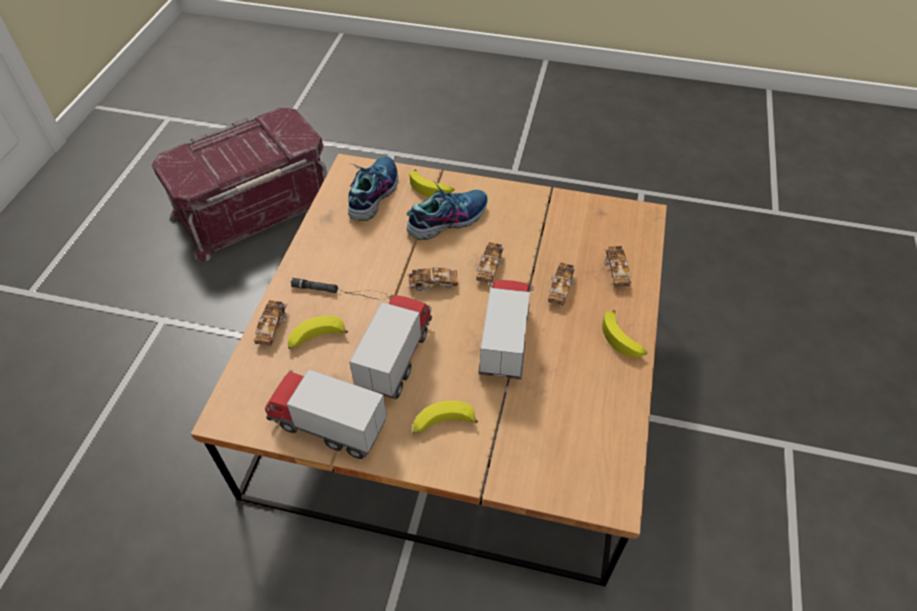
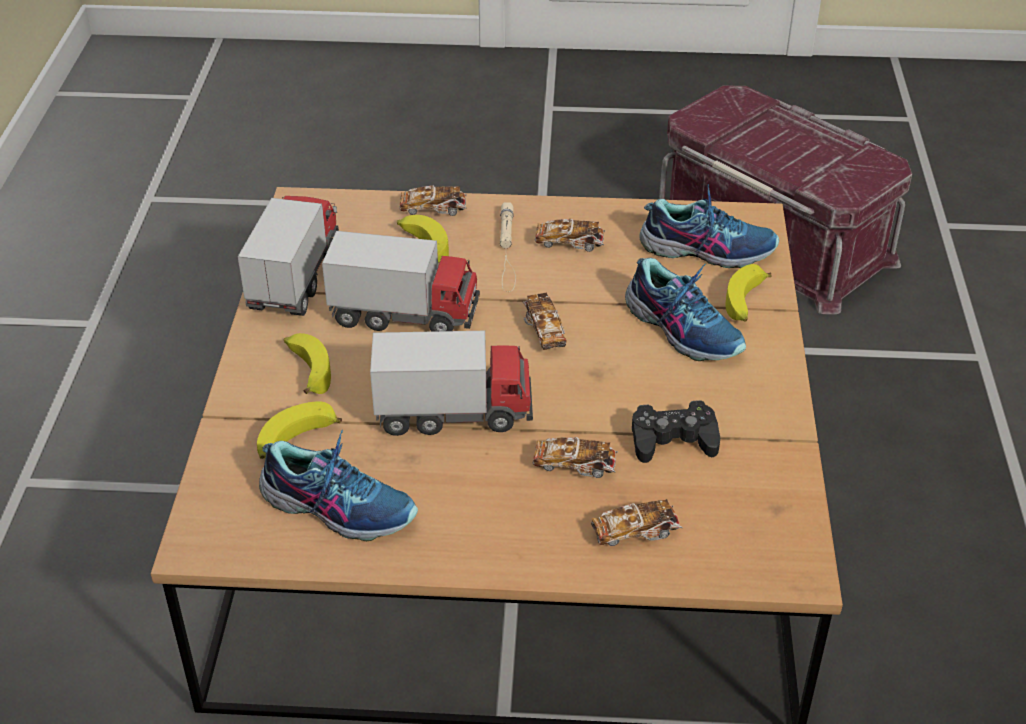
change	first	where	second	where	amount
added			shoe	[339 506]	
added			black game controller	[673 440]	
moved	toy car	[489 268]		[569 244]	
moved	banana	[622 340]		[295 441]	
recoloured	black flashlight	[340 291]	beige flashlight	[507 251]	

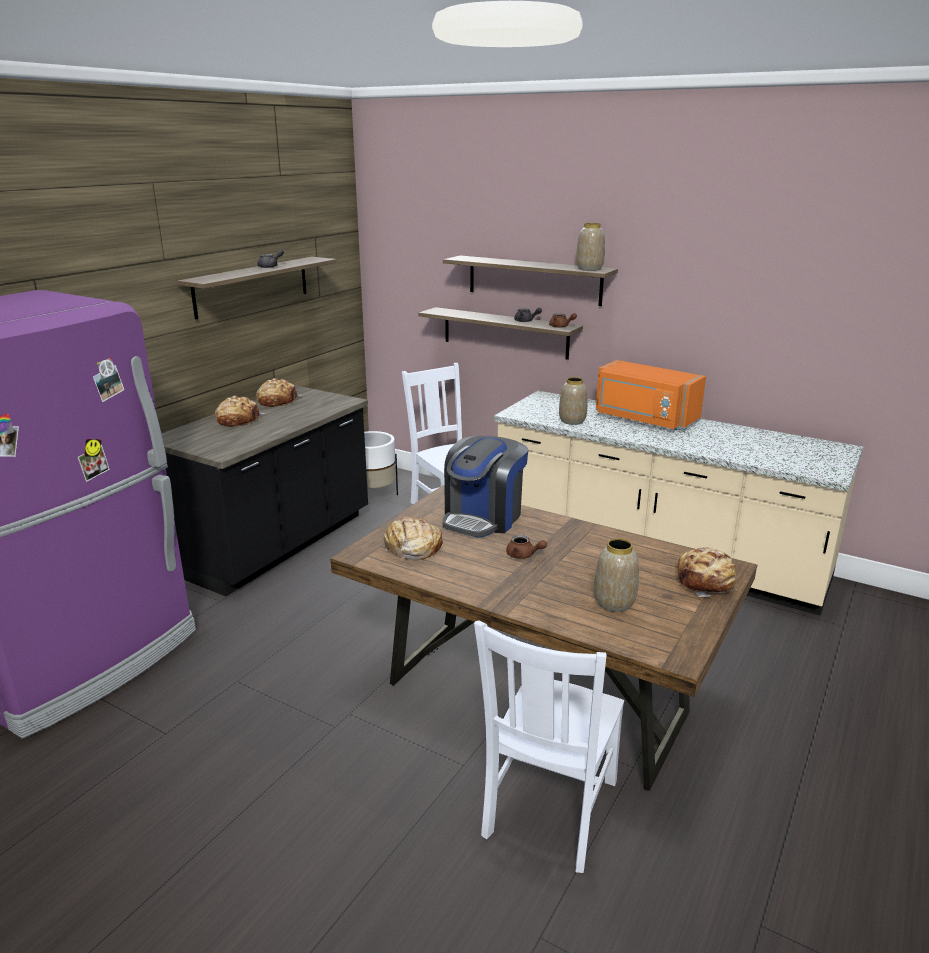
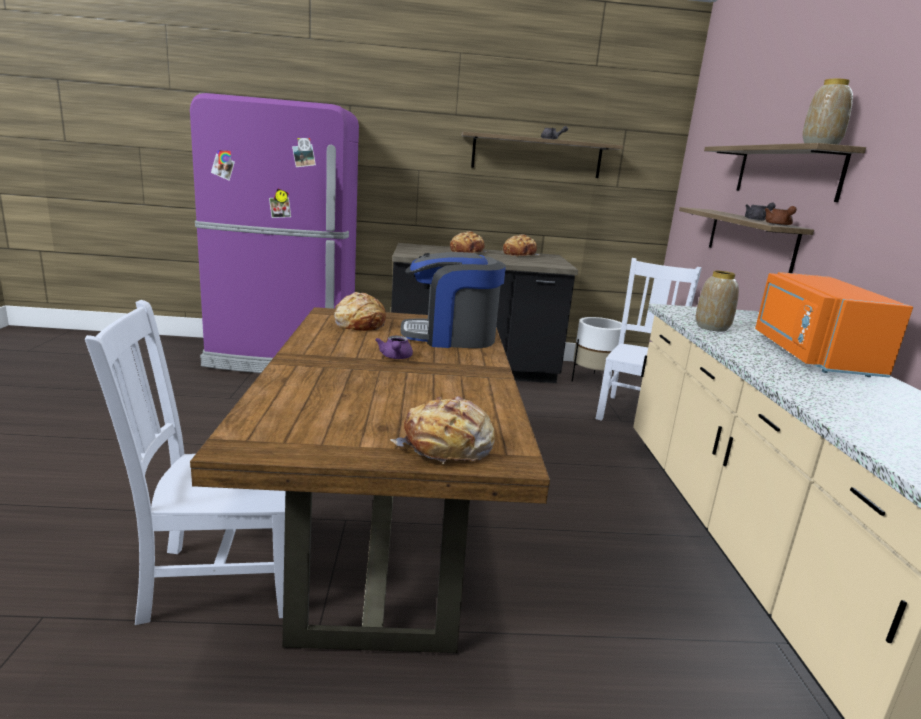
change	first	where	second	where	amount
removed	vase	[614 603]			
recoloured	brown teapot	[523 555]	purple teapot	[395 357]	

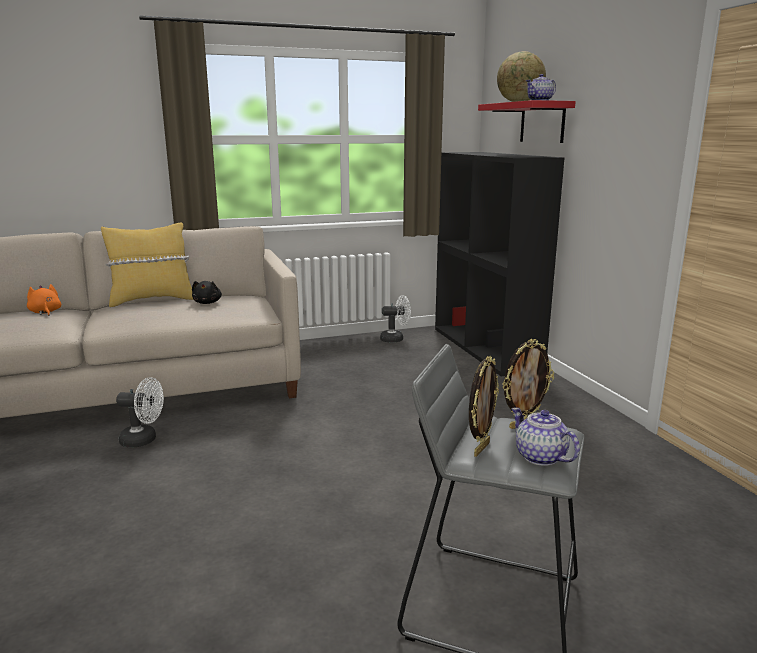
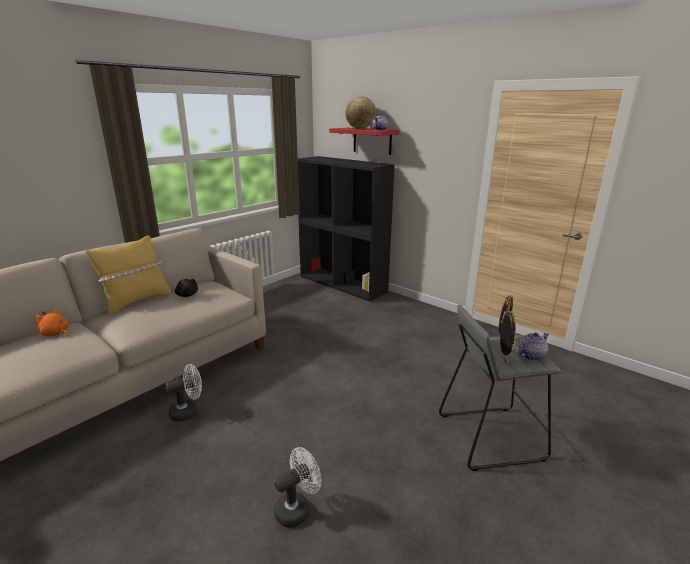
change	first	where	second	where	amount
moved	white fan	[395 339]		[297 508]	
turned	teapot	[539 457]		[531 355]	120 degrees clockwise

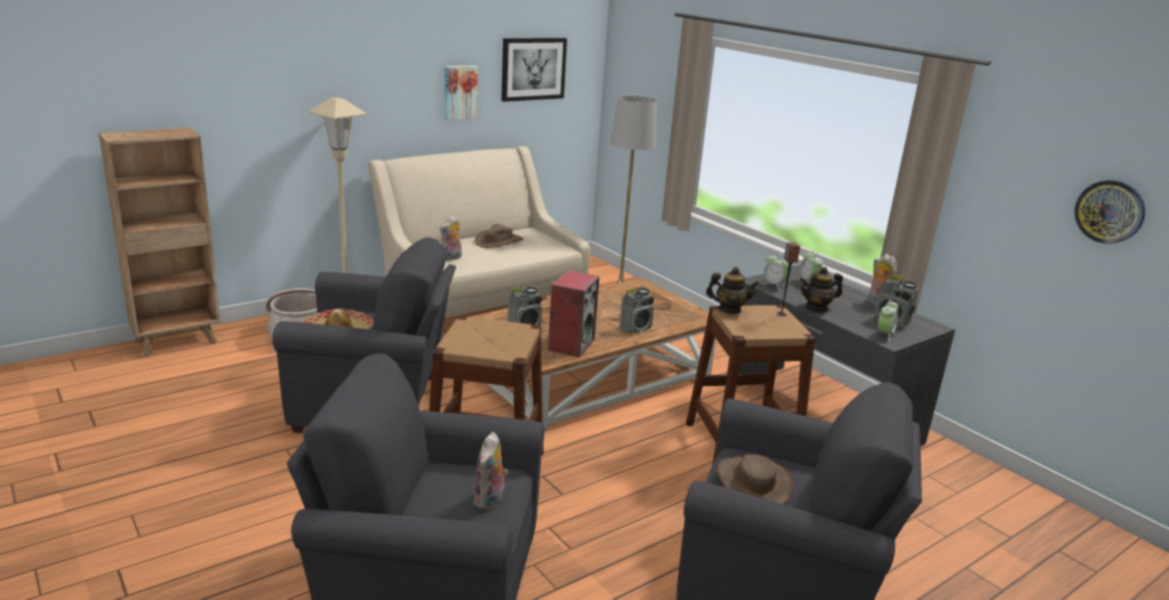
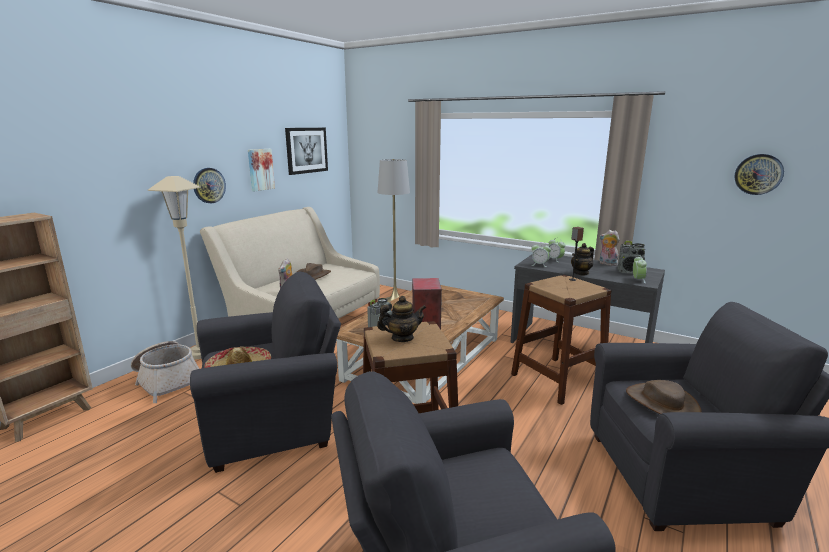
change	first	where	second	where	amount
removed	plush toy	[490 500]			
removed	radio	[636 328]			
added			wall clock	[209 185]	
moved	teapot	[729 310]		[402 338]	

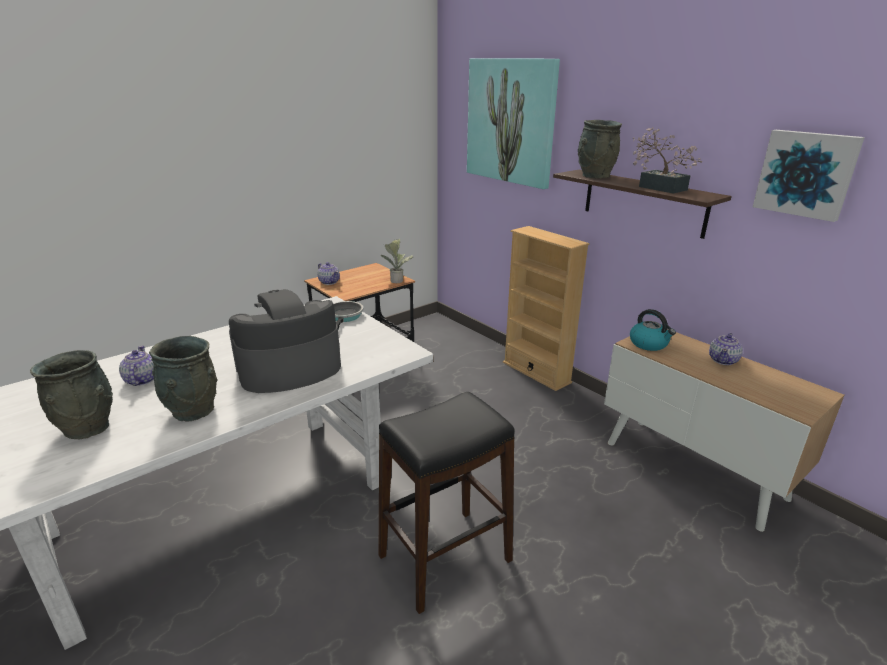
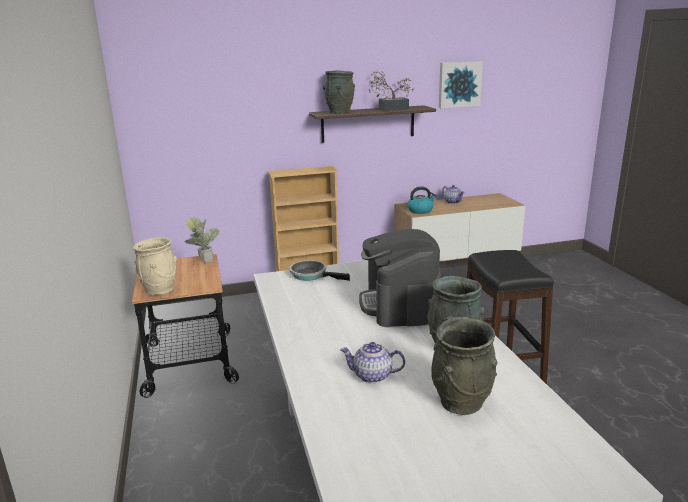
change	first	where	second	where	amount
removed	picture	[511 121]			
replaced	teapot	[329 282]	beige vase	[160 289]	

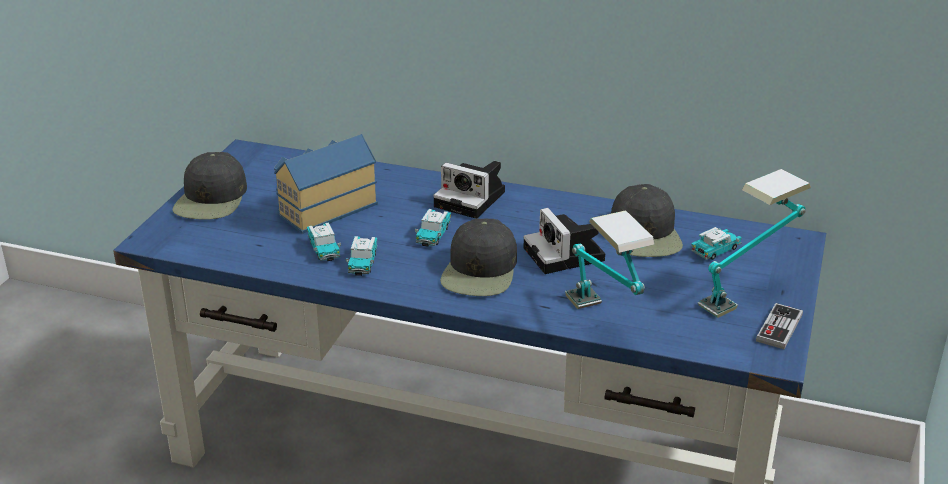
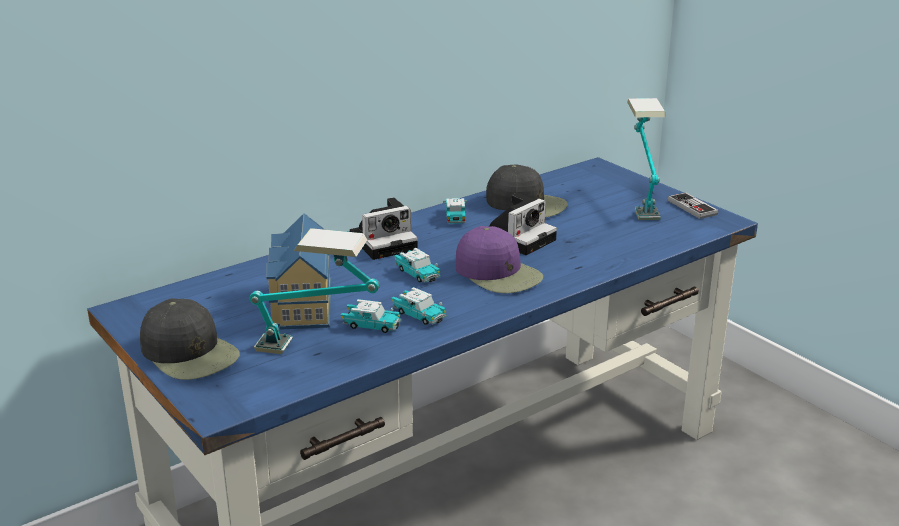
change	first	where	second	where	amount
moved	table lamp	[604 323]		[318 350]	
moved	toy car	[715 250]		[455 217]	
recoloured	black cap	[480 271]	purple cap	[498 273]	
turned	photo camera	[566 255]		[519 237]	60 degrees counterclockwise

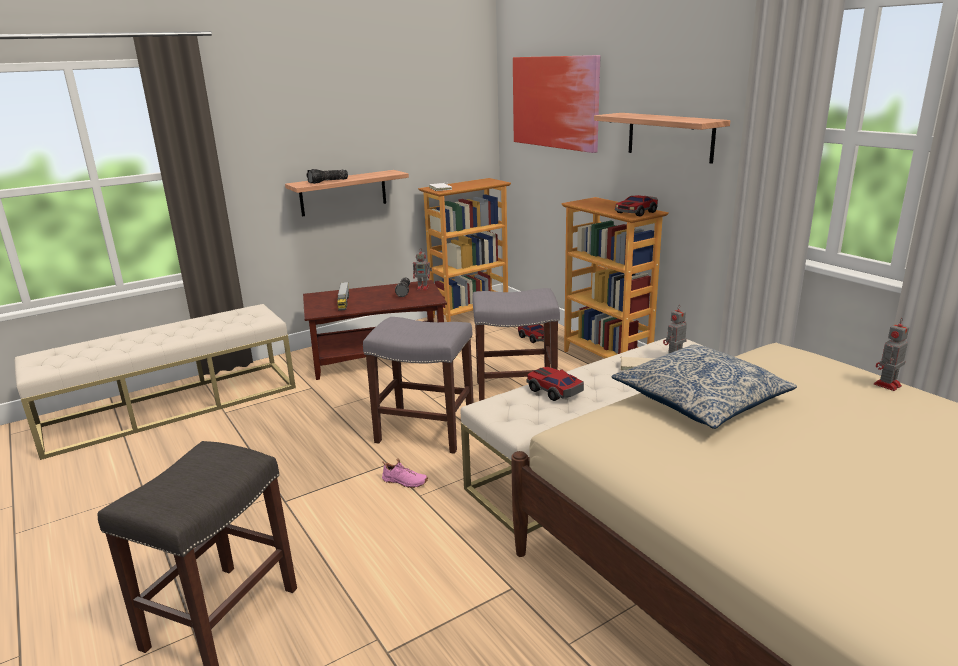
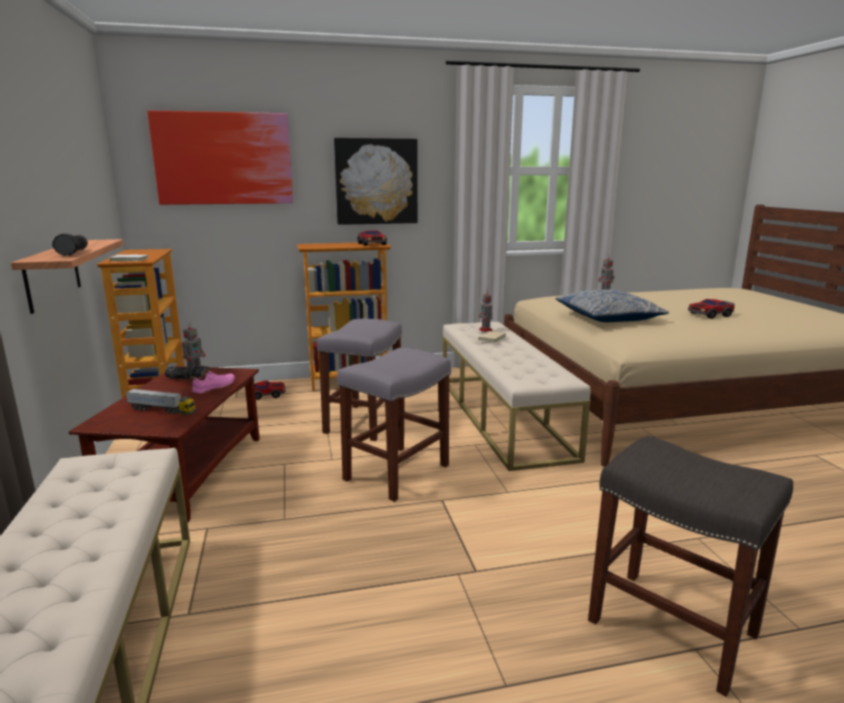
change	first	where	second	where	amount
moved	pink shoe	[404 482]		[215 388]	
moved	toy car	[555 391]		[710 315]	
replaced	shelf	[670 137]	picture	[376 181]	

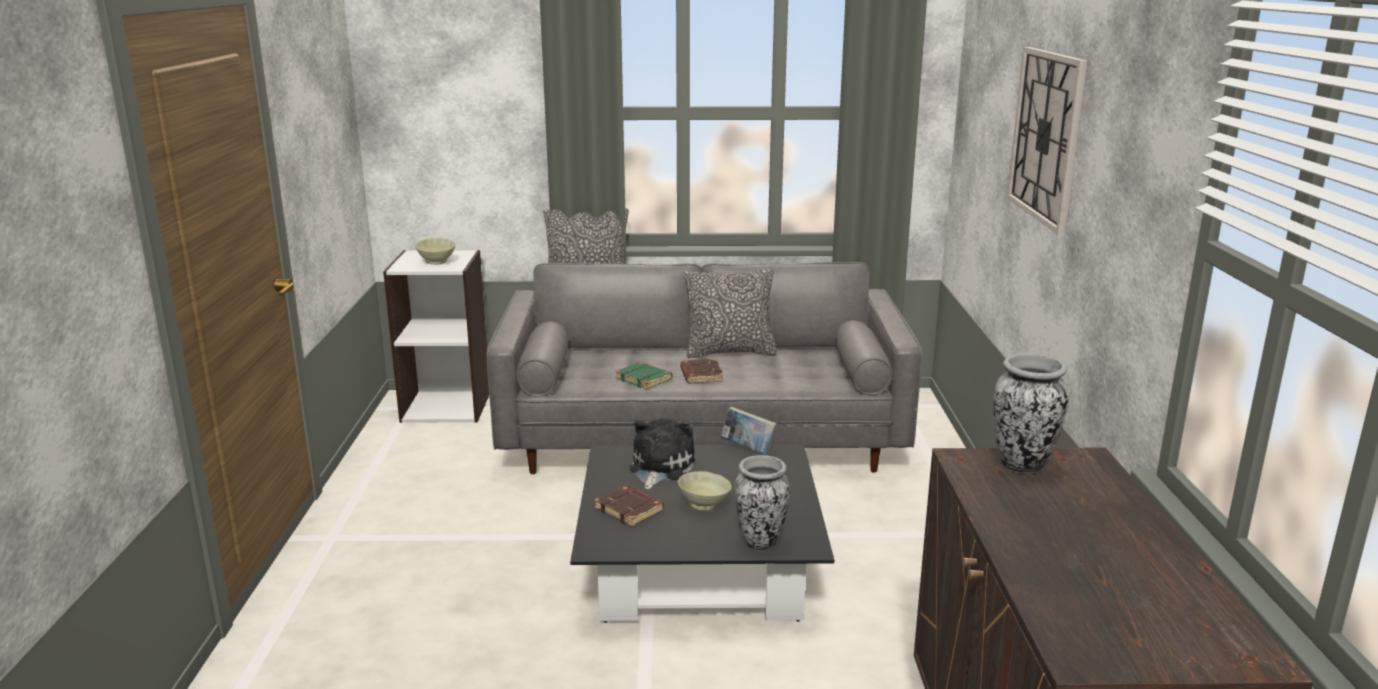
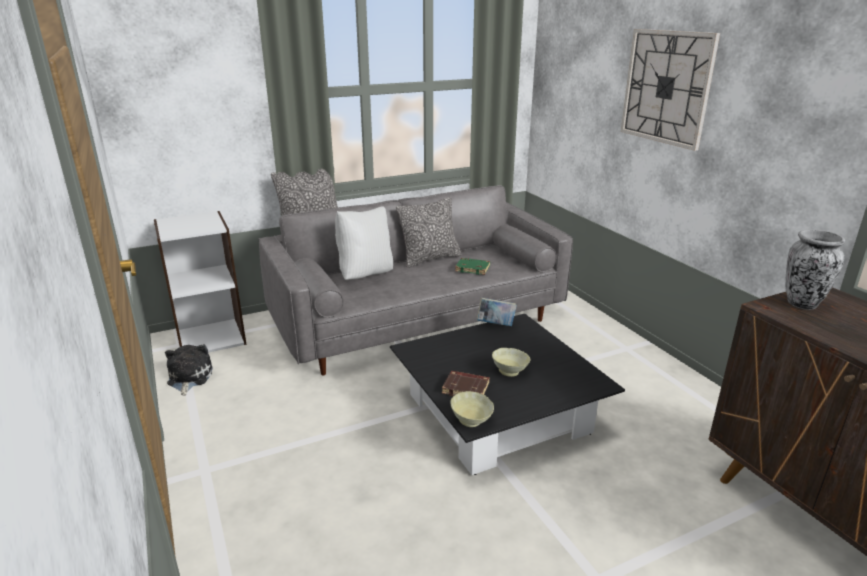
change	first	where	second	where	amount
removed	brown book	[700 375]			
removed	vase	[760 542]			
added			white pillow	[365 274]	
moved	beige bowl	[436 262]		[471 421]	
moved	green book	[645 379]		[473 268]	
moved	plush toy	[659 468]		[189 378]	

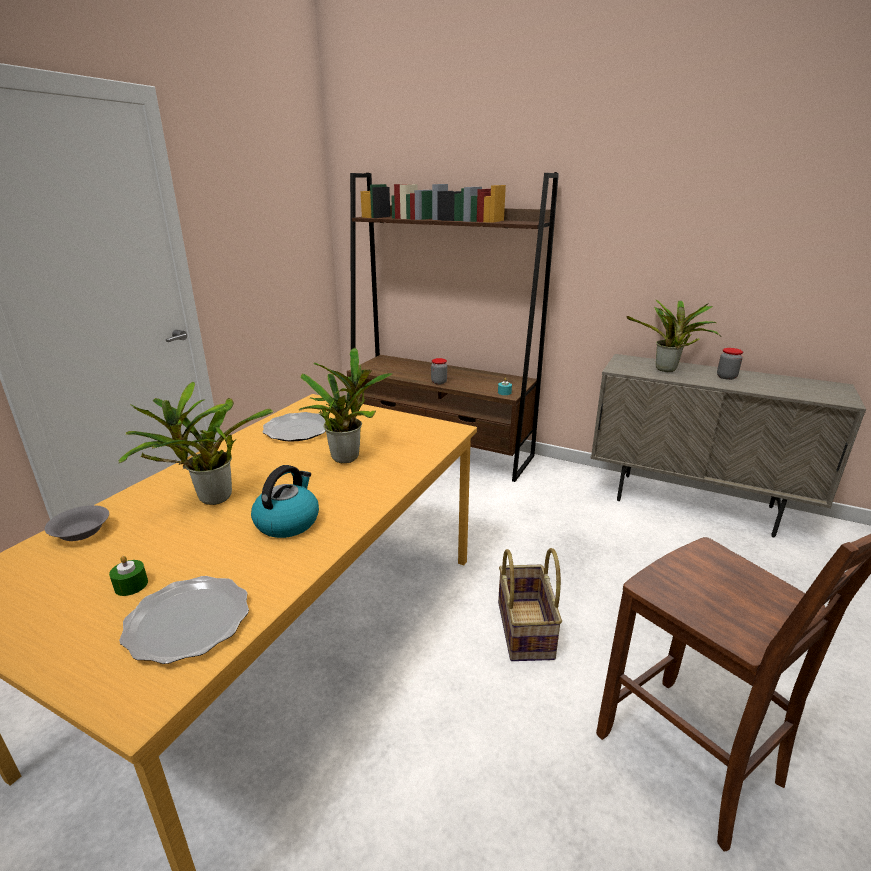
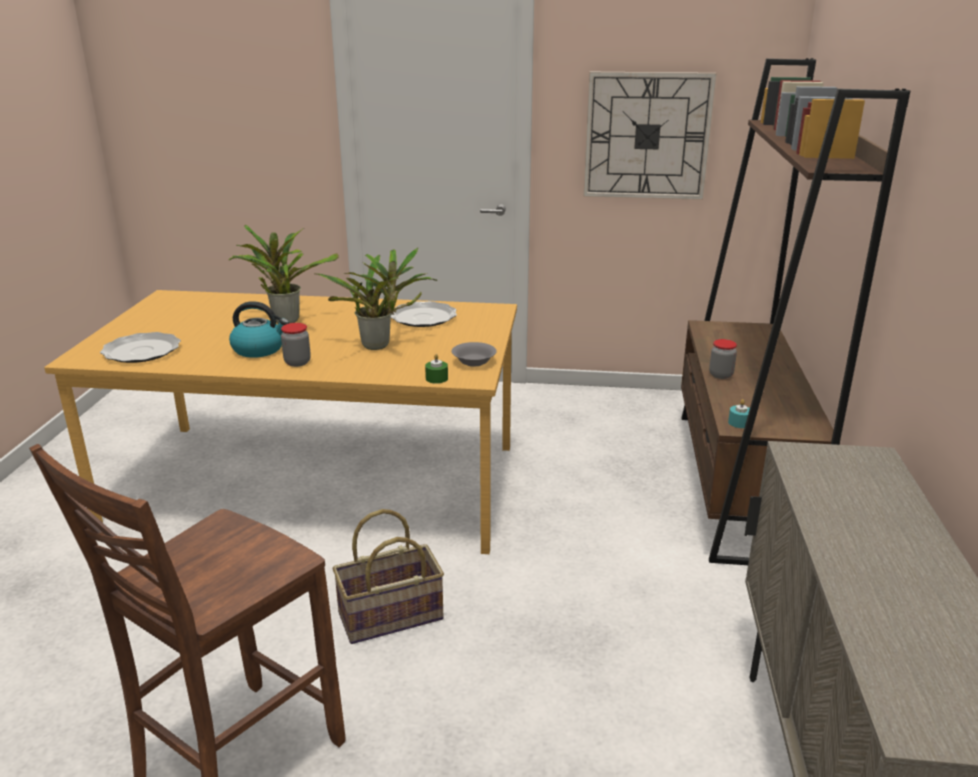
change	first	where	second	where	amount
removed	potted plant	[667 370]			
added			wall clock	[647 136]	
moved	grey bowl	[81 533]		[474 362]	
moved	green candle	[131 585]		[436 378]	
moved	jar	[726 377]		[297 362]	

